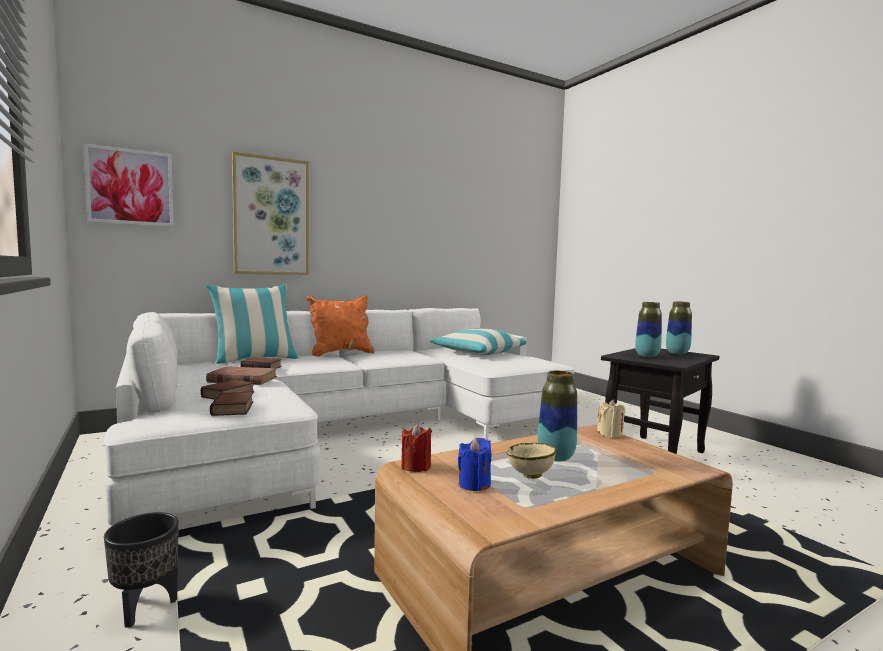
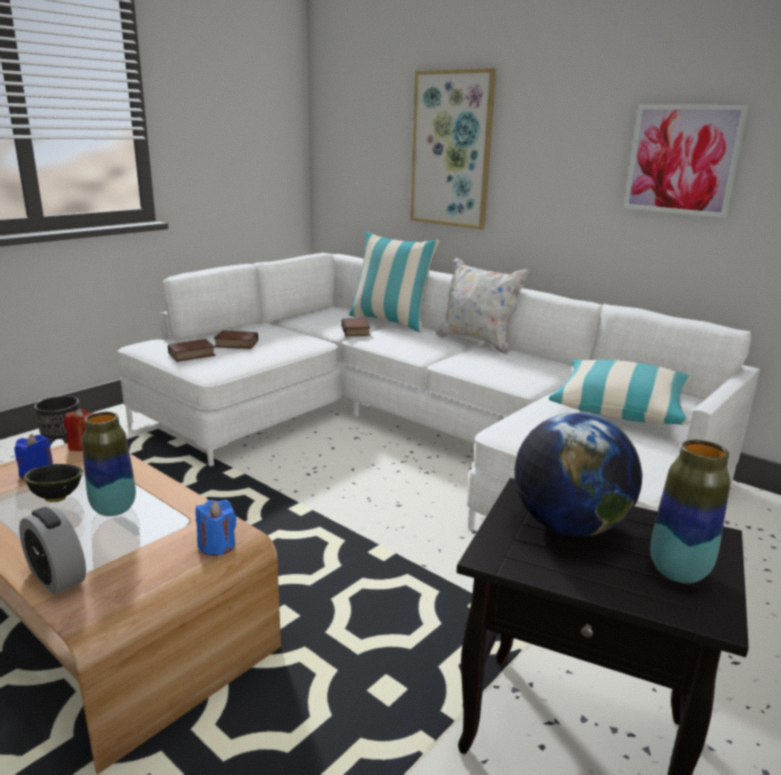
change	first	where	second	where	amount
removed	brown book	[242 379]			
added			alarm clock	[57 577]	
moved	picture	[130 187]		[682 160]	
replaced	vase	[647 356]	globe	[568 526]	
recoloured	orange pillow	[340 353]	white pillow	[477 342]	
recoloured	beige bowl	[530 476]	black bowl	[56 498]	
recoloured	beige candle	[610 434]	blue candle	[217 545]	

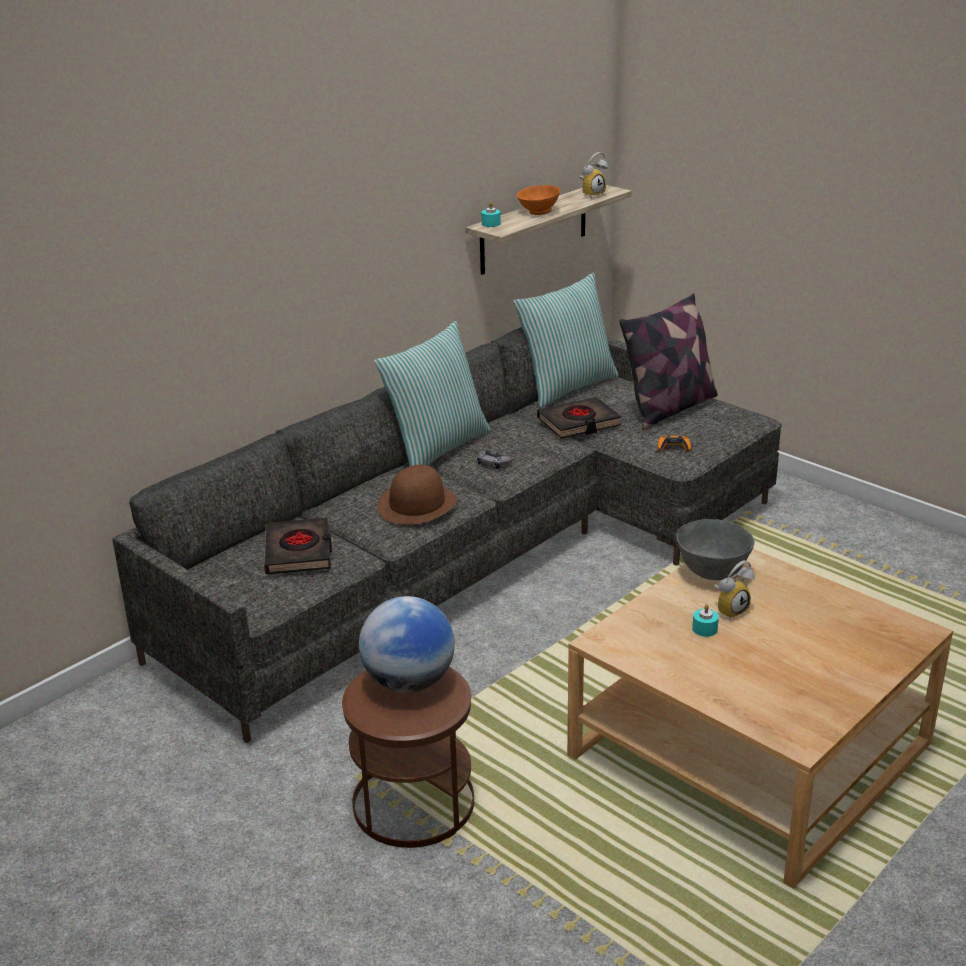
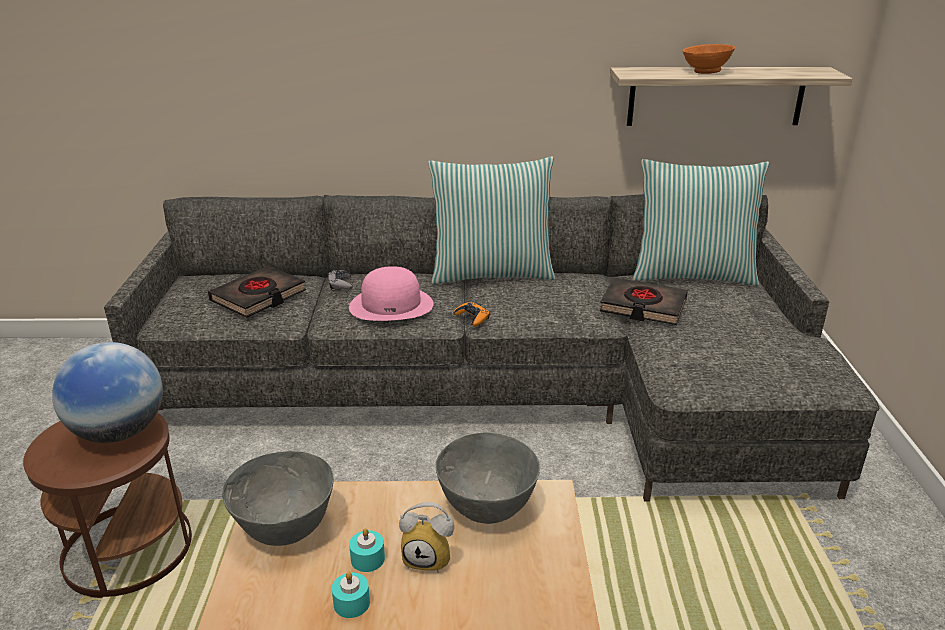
change	first	where	second	where	amount
removed	alarm clock	[592 194]			
removed	pillow	[670 408]			
added			grey bowl	[285 529]	
moved	grey game controller	[493 462]		[340 284]	
moved	turquoise candle	[491 224]		[351 603]	
moved	orange game controller	[673 447]		[472 317]	
recoloured	brown hat	[417 504]	pink hat	[391 305]	

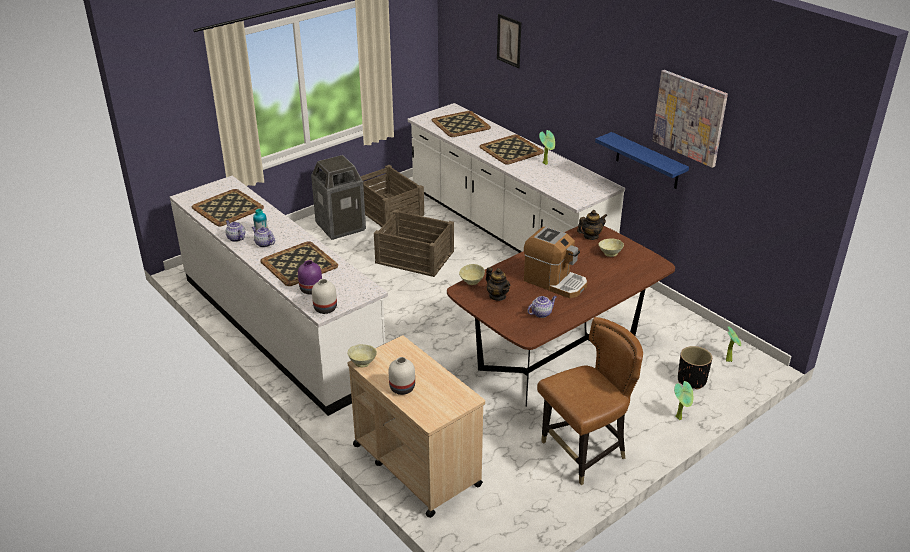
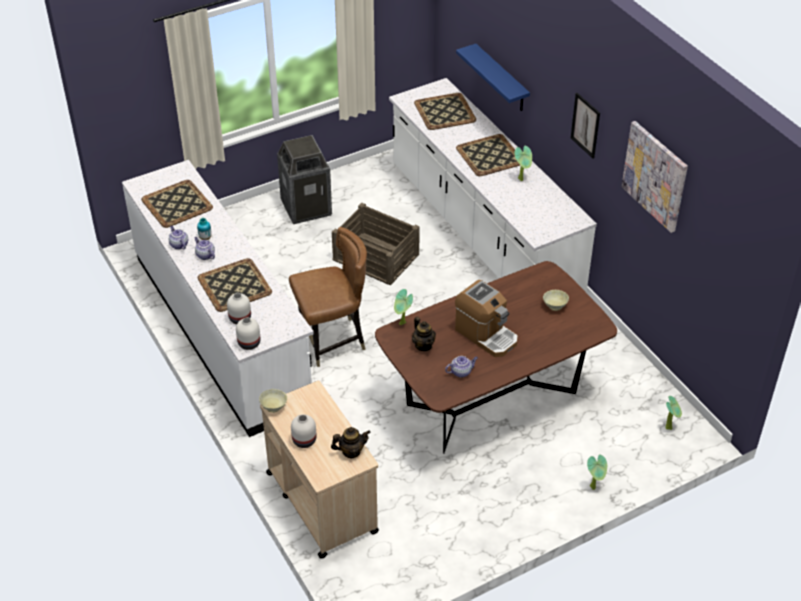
change	first	where	second	where	amount
removed	crate	[388 210]			
removed	black planter	[691 380]			
moved	picture	[509 40]		[585 125]	
moved	brown chair	[584 453]		[332 340]	
moved	teapot	[590 236]		[351 451]	
moved	blue shelf	[647 161]		[501 79]	
replaced	beige bowl	[471 282]	potted plant	[402 324]	
recoloured	purple vase	[310 290]	white vase	[239 319]	

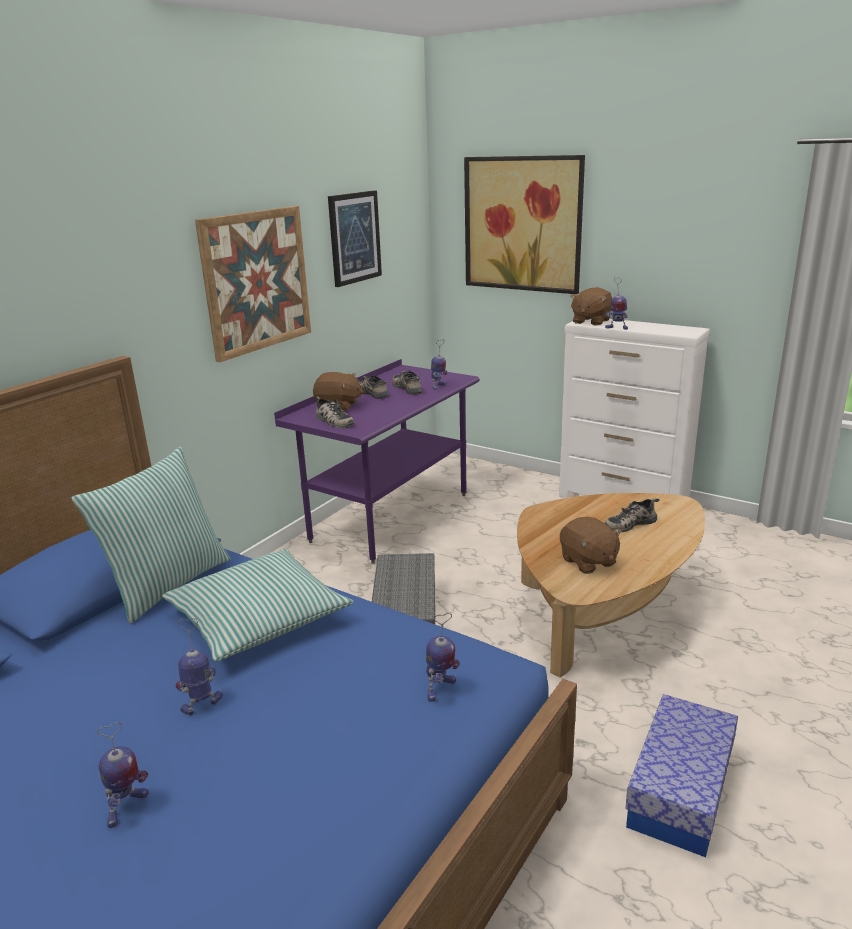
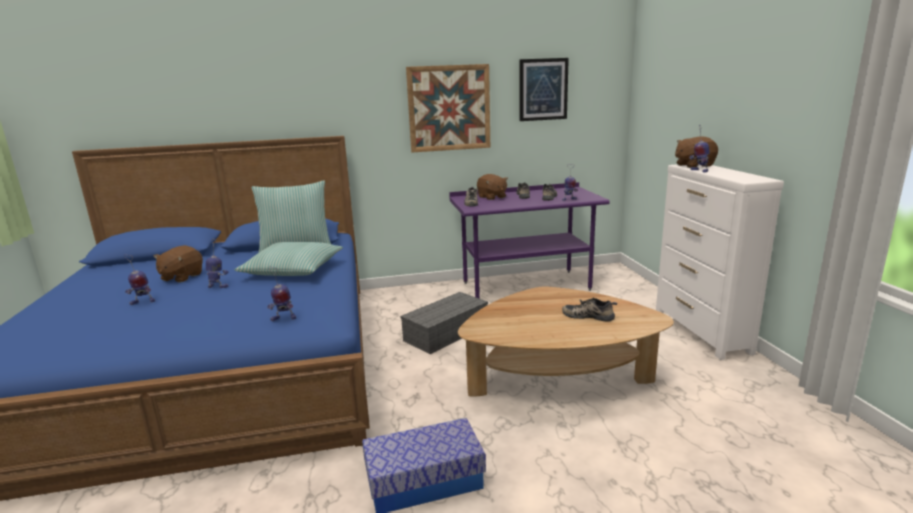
change	first	where	second	where	amount
removed	picture	[522 224]			
moved	brown plush toy	[588 562]		[181 277]	

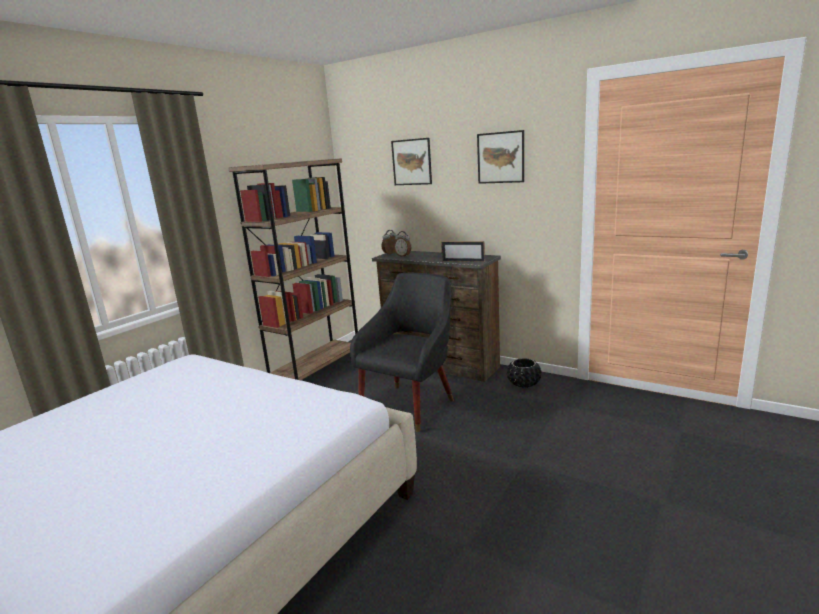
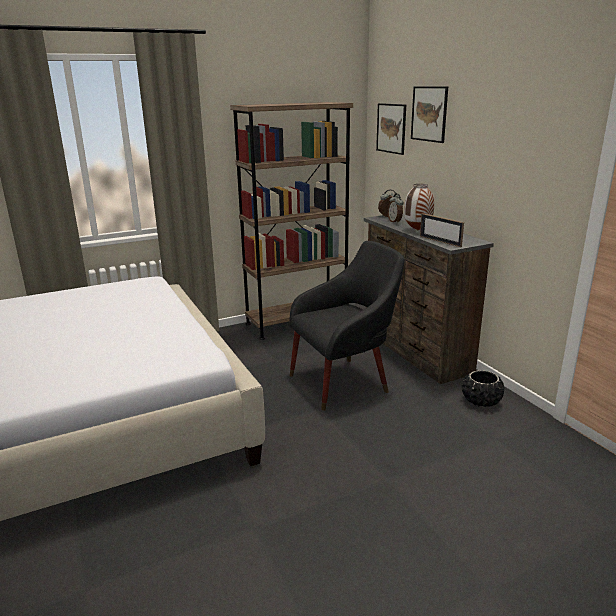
change	first	where	second	where	amount
added			vase	[417 230]	
moved	picture	[500 157]		[391 128]	

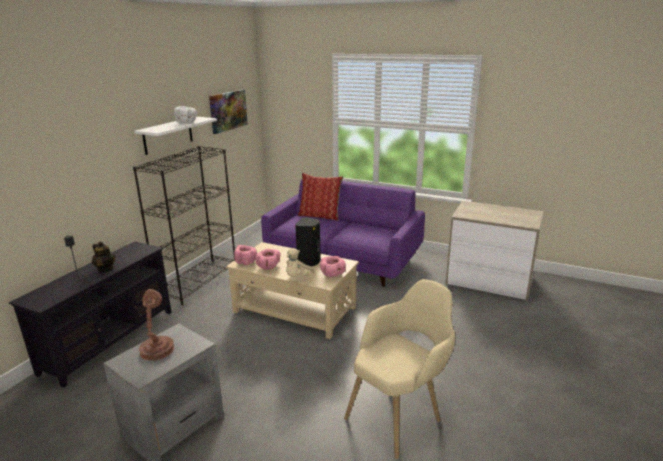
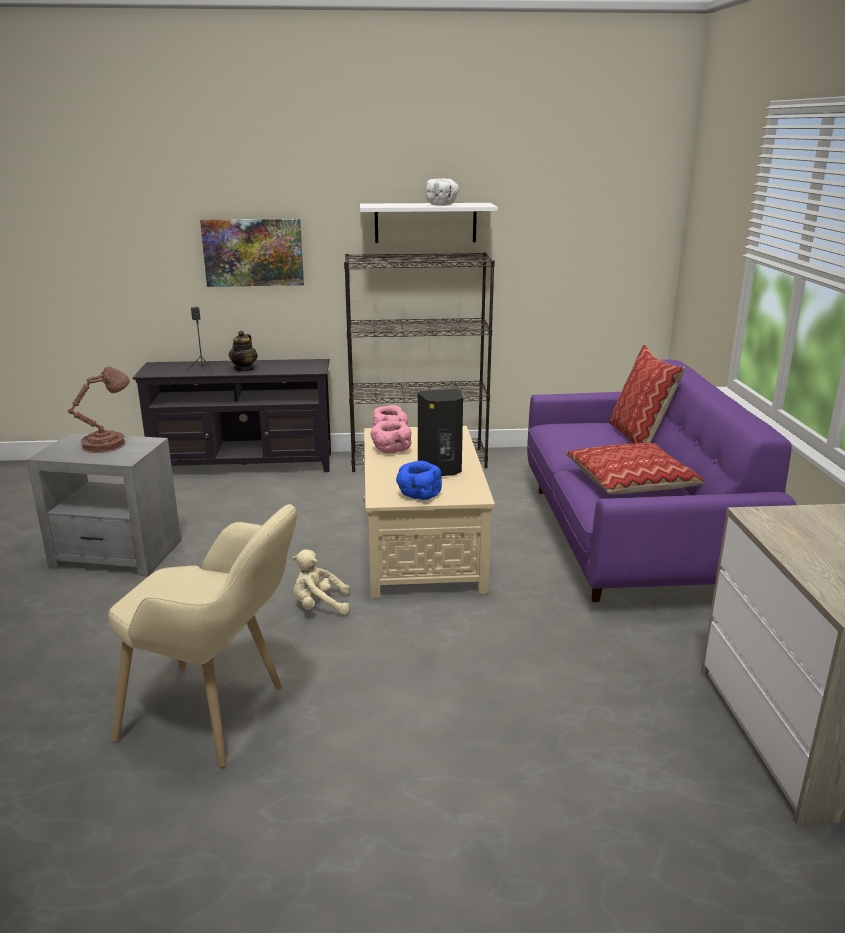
change	first	where	second	where	amount
added			pillow	[632 481]	
moved	picture	[228 110]		[253 252]	
moved	beige plush toy	[297 277]		[319 606]	
recoloured	pink bowl	[332 274]	blue bowl	[418 496]	

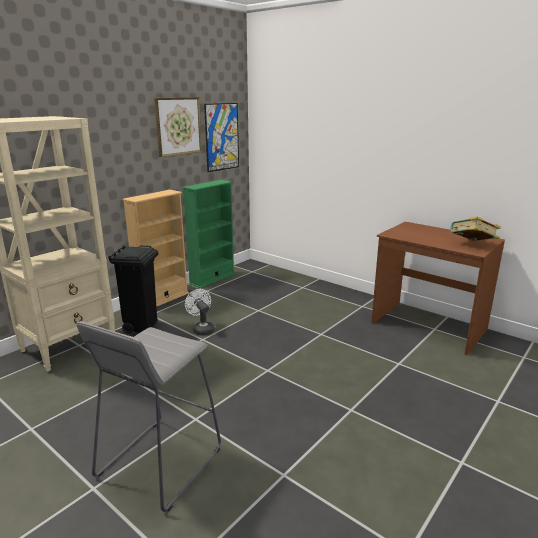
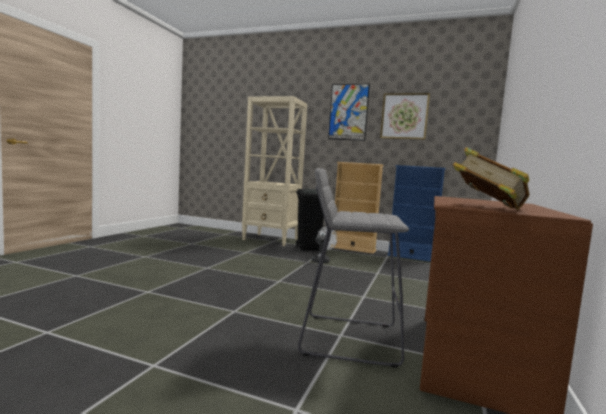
change	first	where	second	where	amount
moved	grey stool	[159 462]		[348 338]	
moved	picture	[222 137]		[348 112]	
recoloured	green bookcase	[212 279]	blue bookcase	[411 257]	

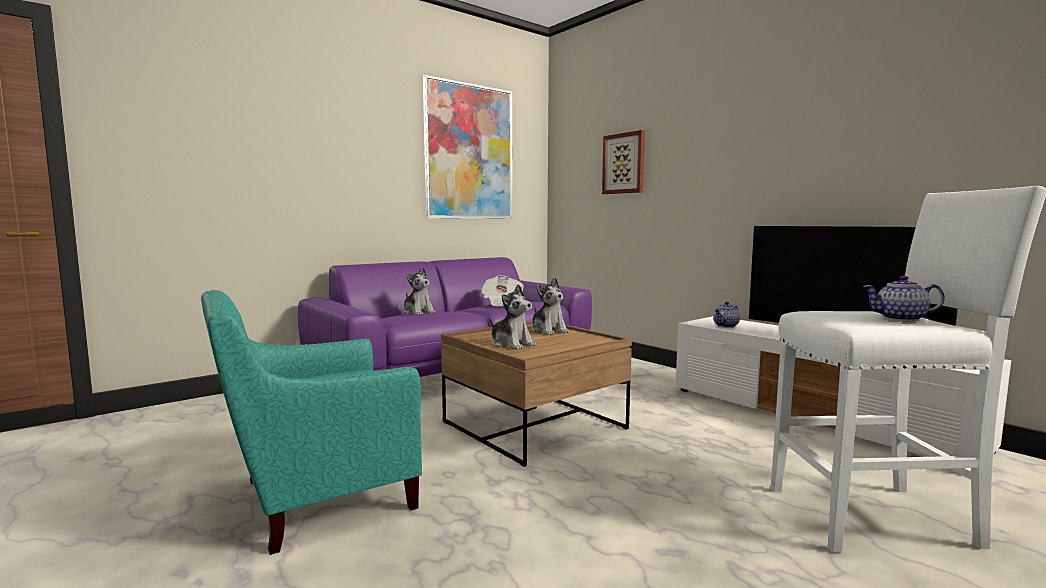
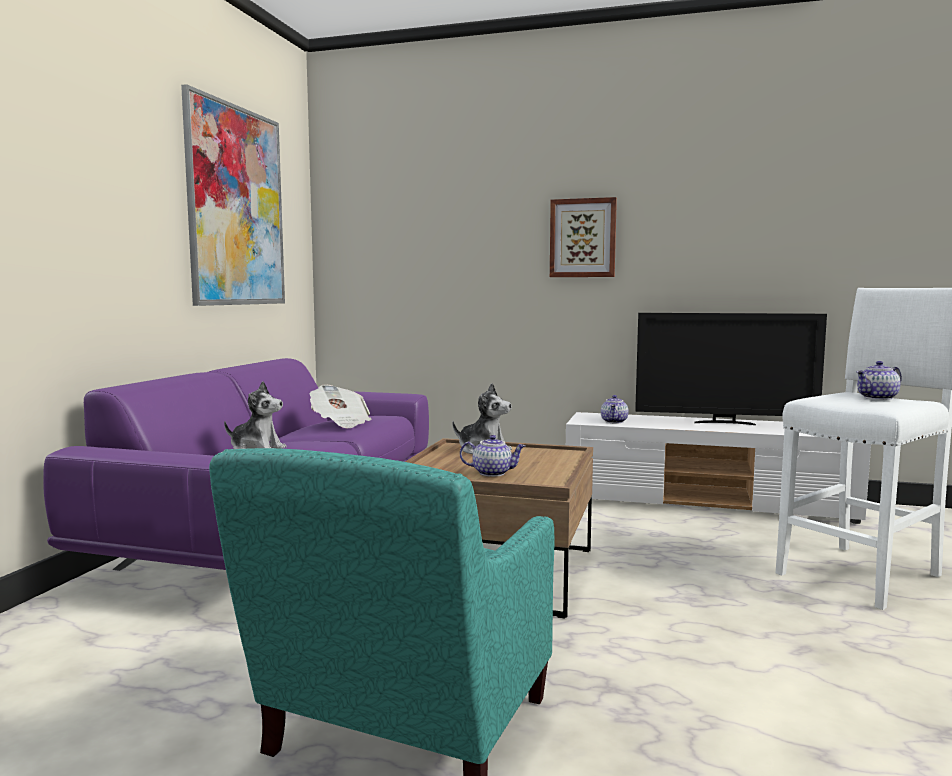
change	first	where	second	where	amount
moved	picture	[624 163]		[583 238]	
replaced	plush toy	[511 344]	teapot	[492 473]	

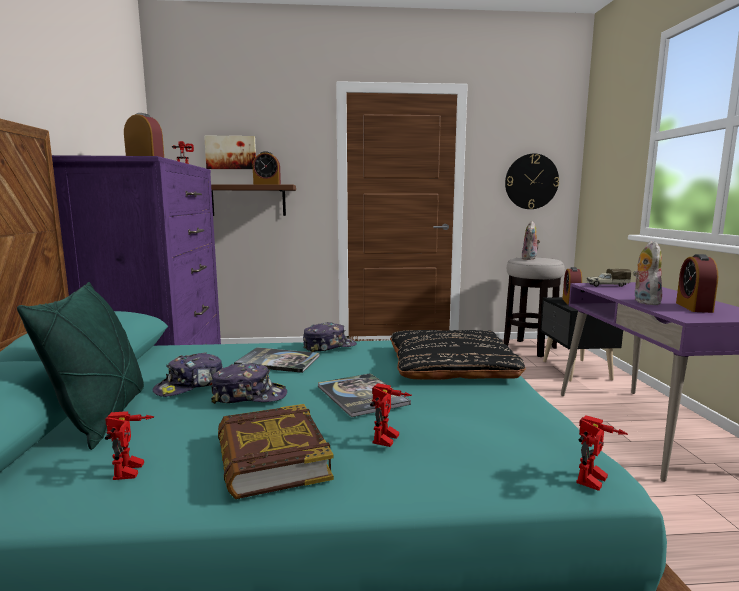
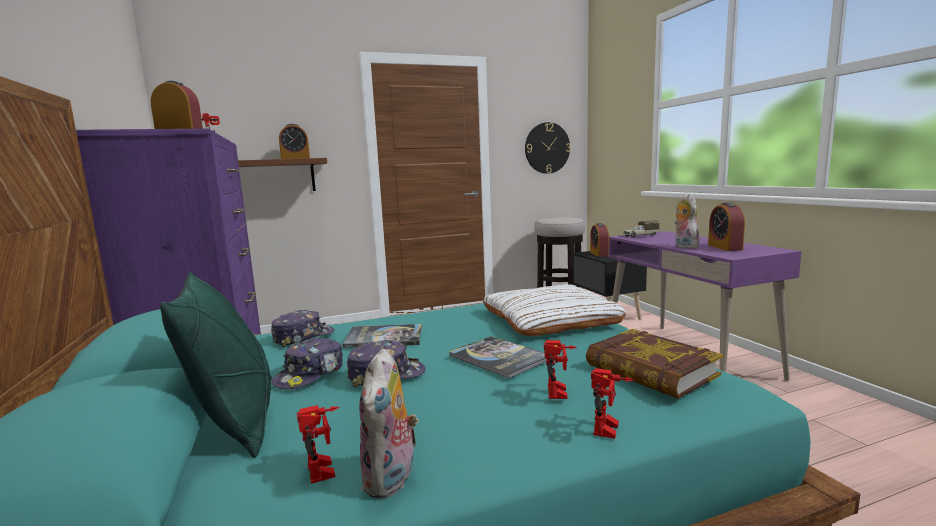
change	first	where	second	where	amount
removed	picture	[231 152]			
moved	book	[271 458]		[650 370]	
moved	cap	[329 346]		[303 337]	
moved	plush toy	[530 259]		[392 479]	
moved	toy robot	[596 482]		[610 431]	
recoloured	black pillow	[450 364]	white pillow	[549 319]	

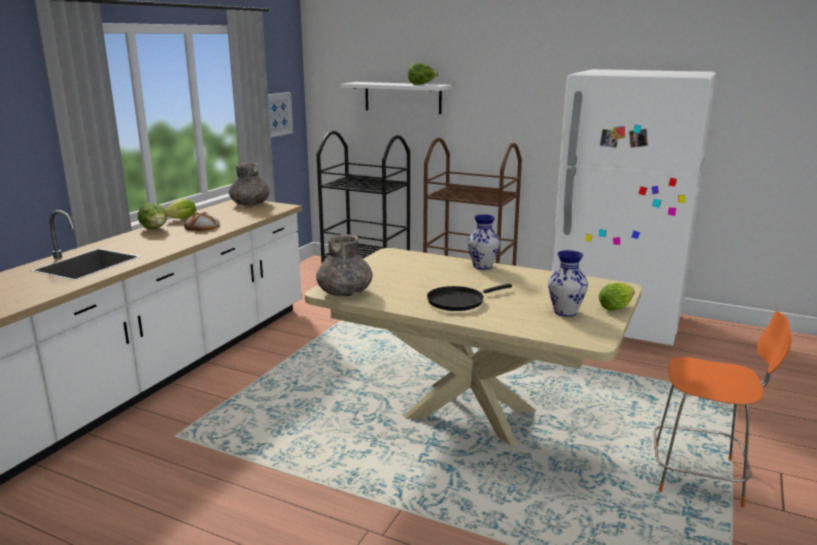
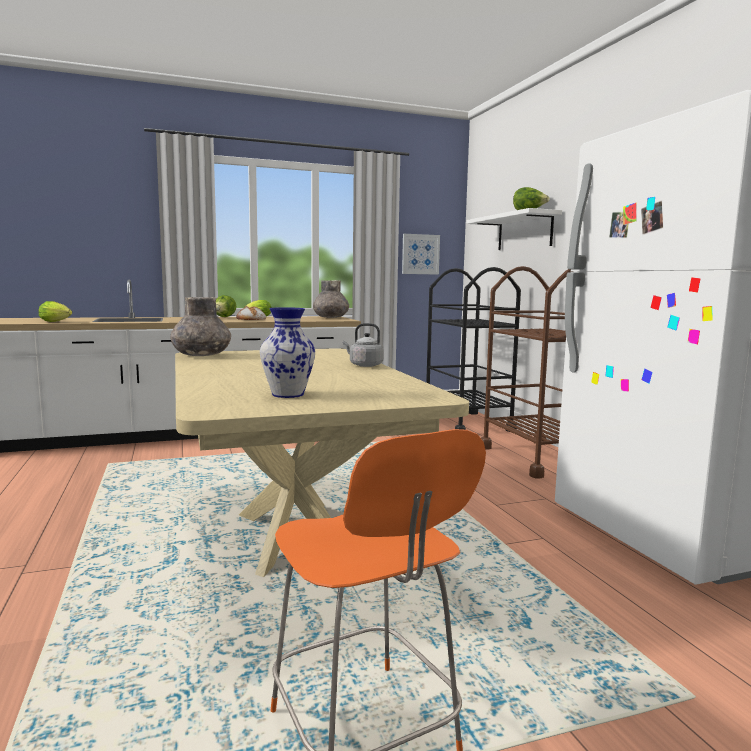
change	first	where	second	where	amount
removed	black frying pan	[459 301]			
moved	lettuce	[617 307]		[57 322]	
replaced	vase	[482 266]	grey kettle	[364 365]	

